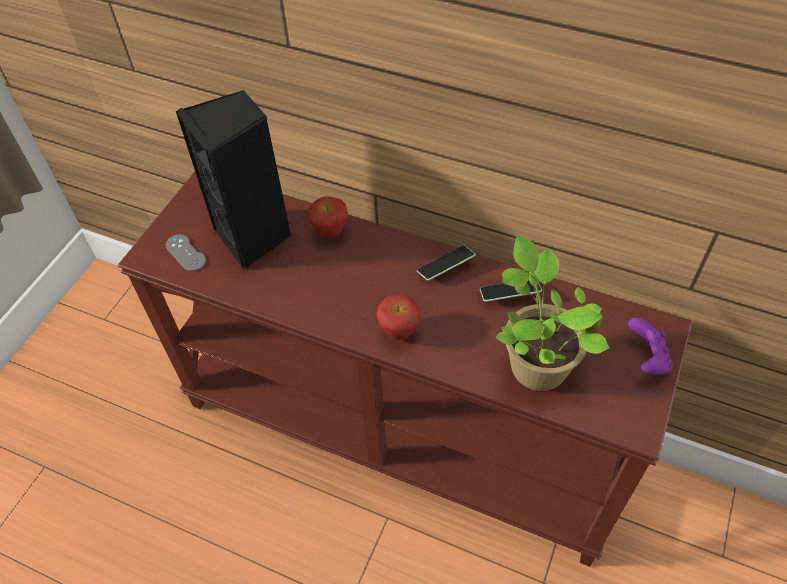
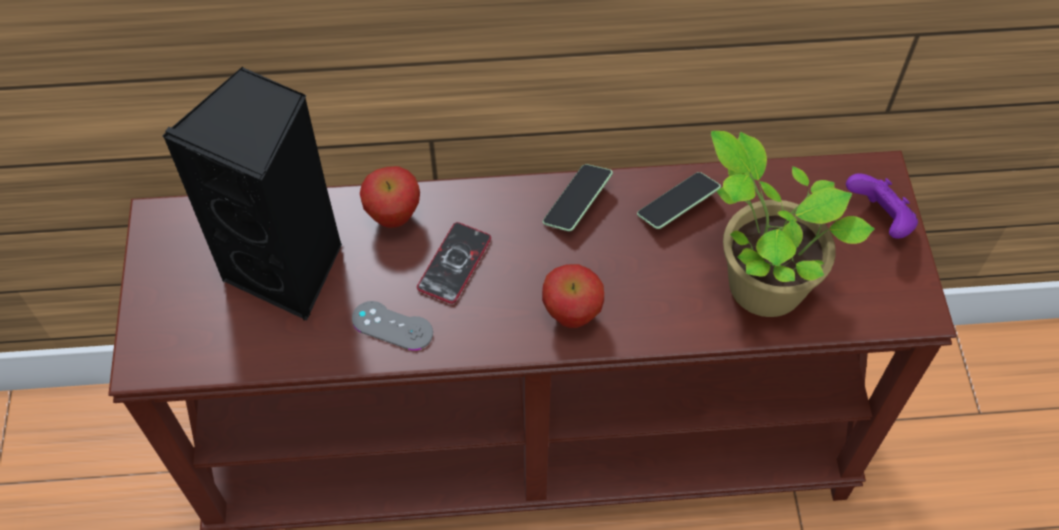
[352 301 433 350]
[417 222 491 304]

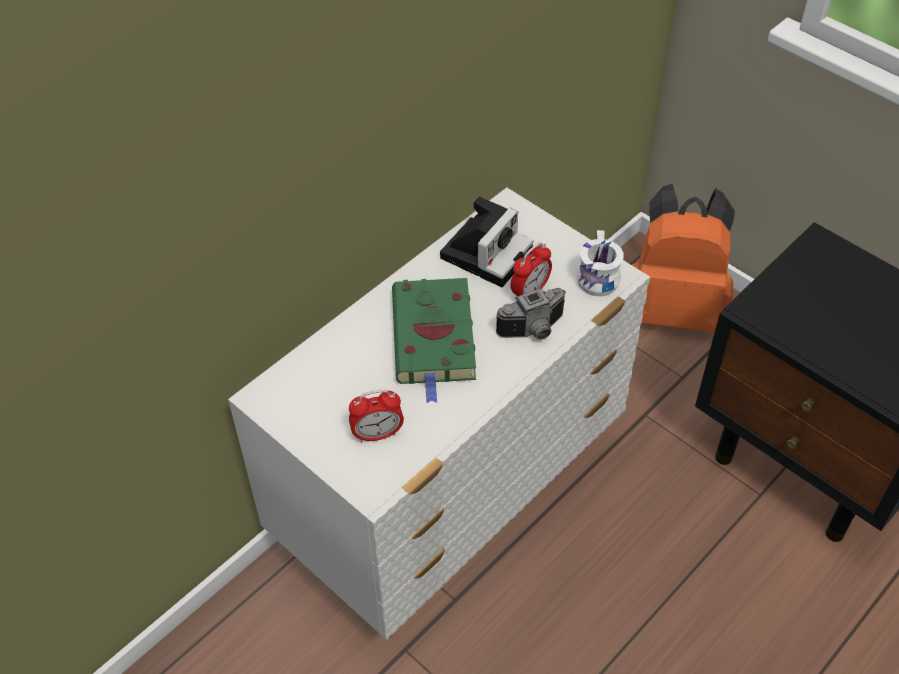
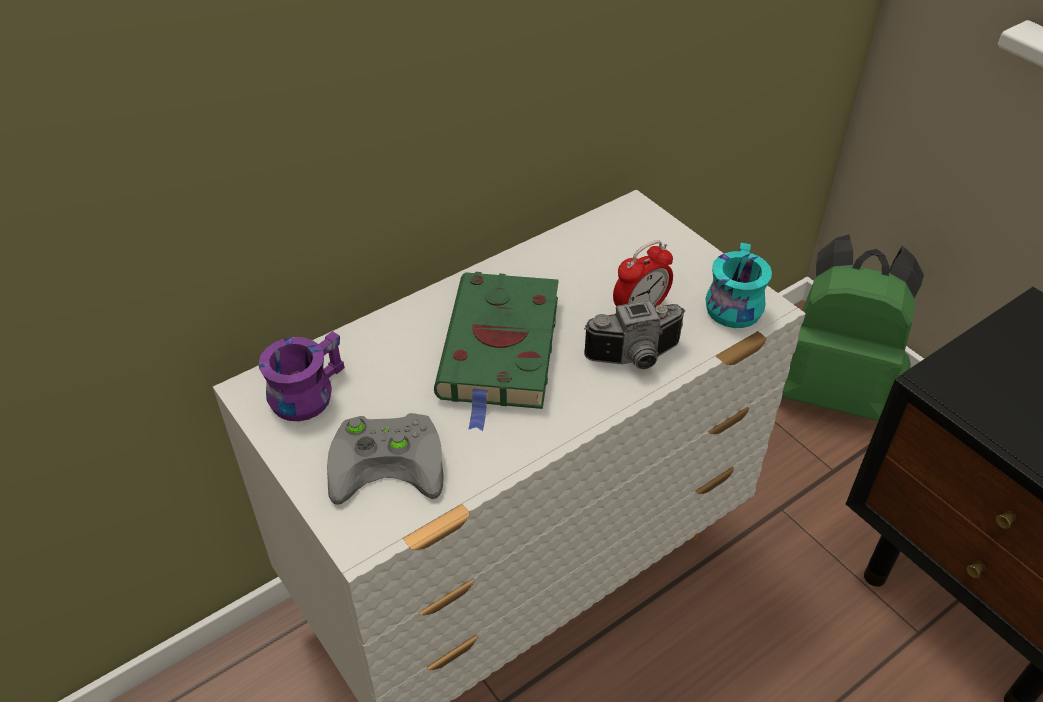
[782 234 924 421]
[440 196 533 288] (first image)
[705 243 772 328]
[327 413 444 504]
[258 331 345 421]

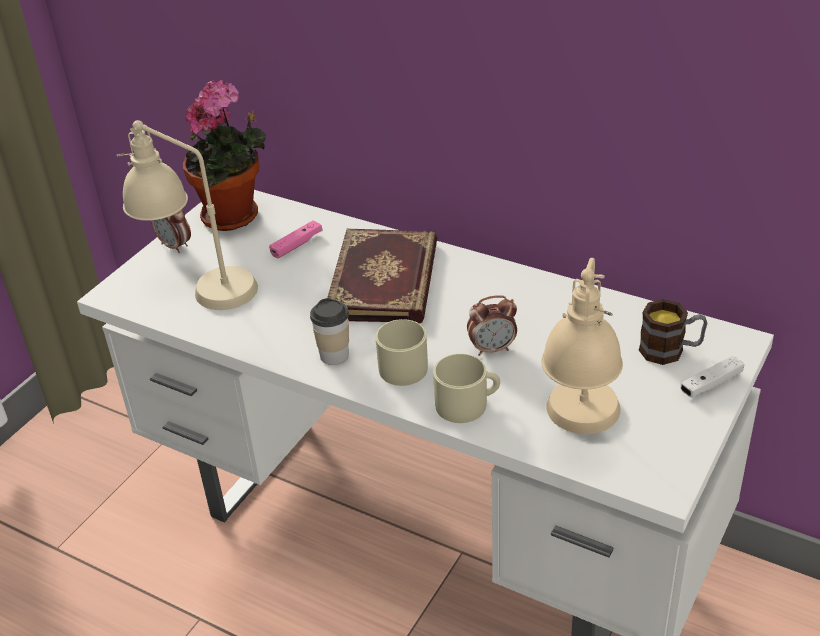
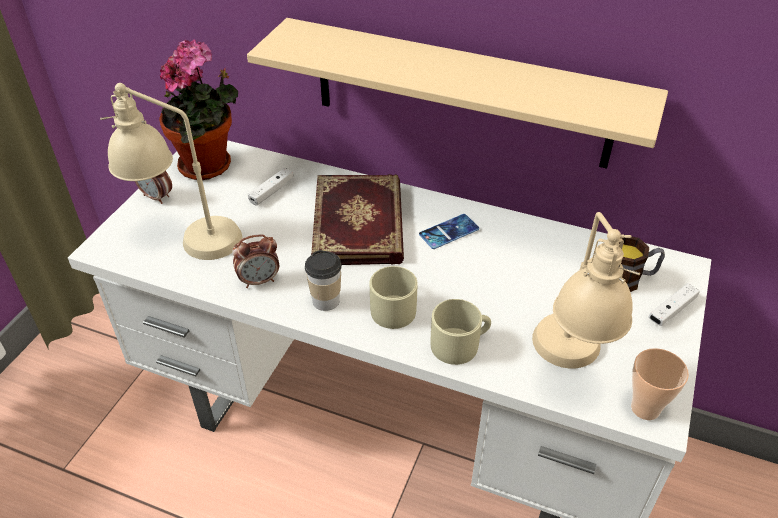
[248 168 294 206]
[232 234 279 288]
[247 18 668 169]
[419 214 479 249]
[631 348 689 420]

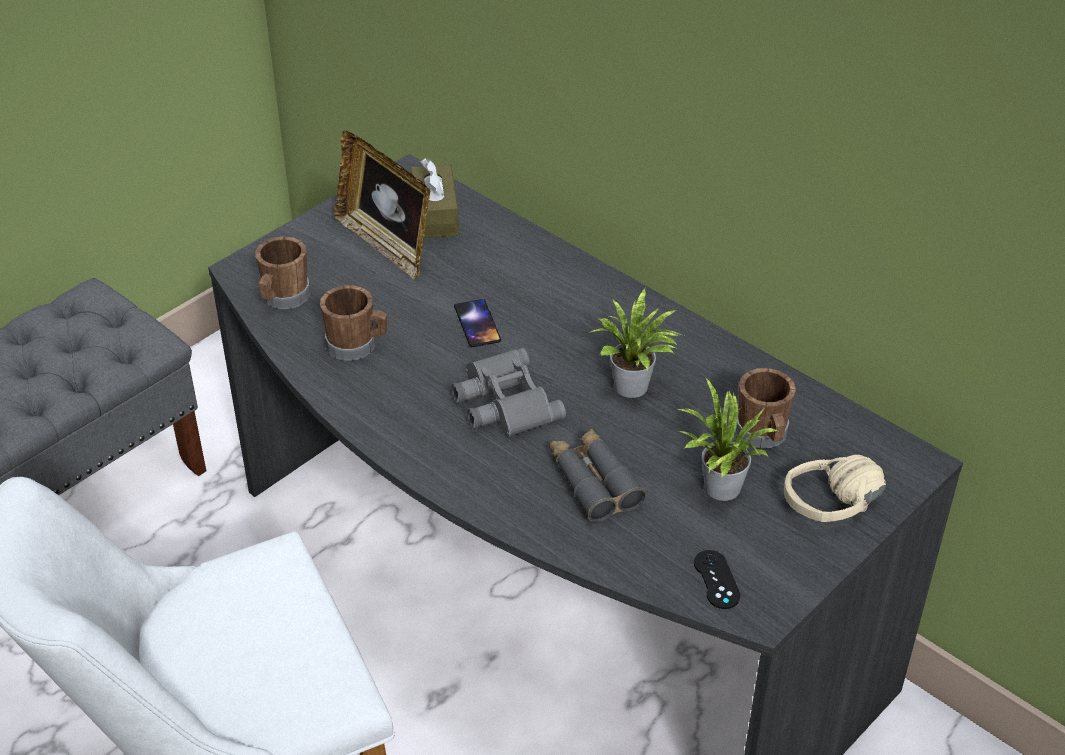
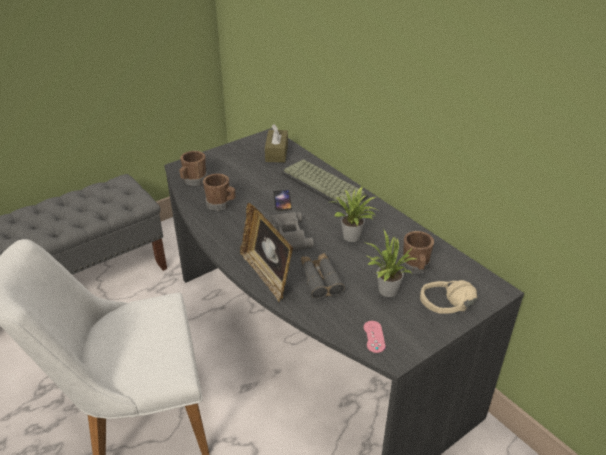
[240 203 293 302]
[364 321 386 353]
[281 159 368 211]

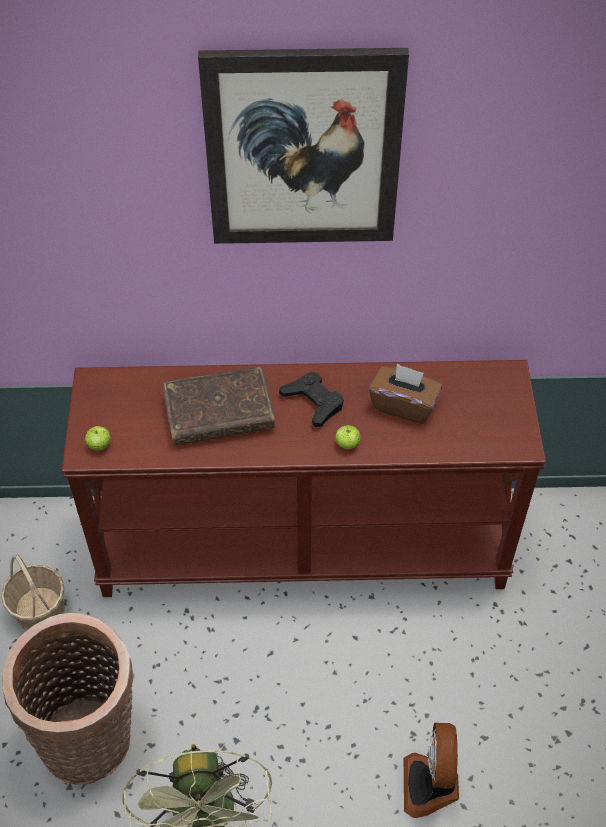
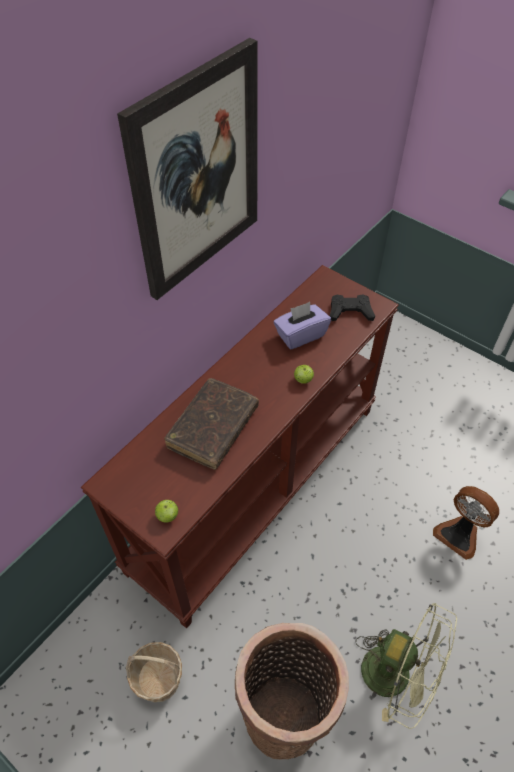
[274 302 331 349]
[330 295 375 321]

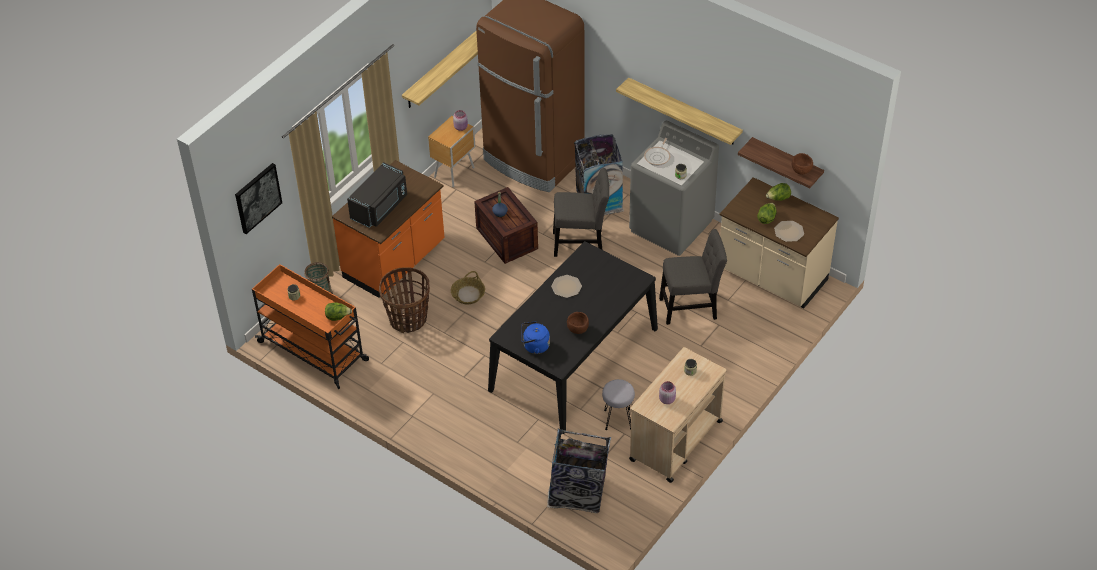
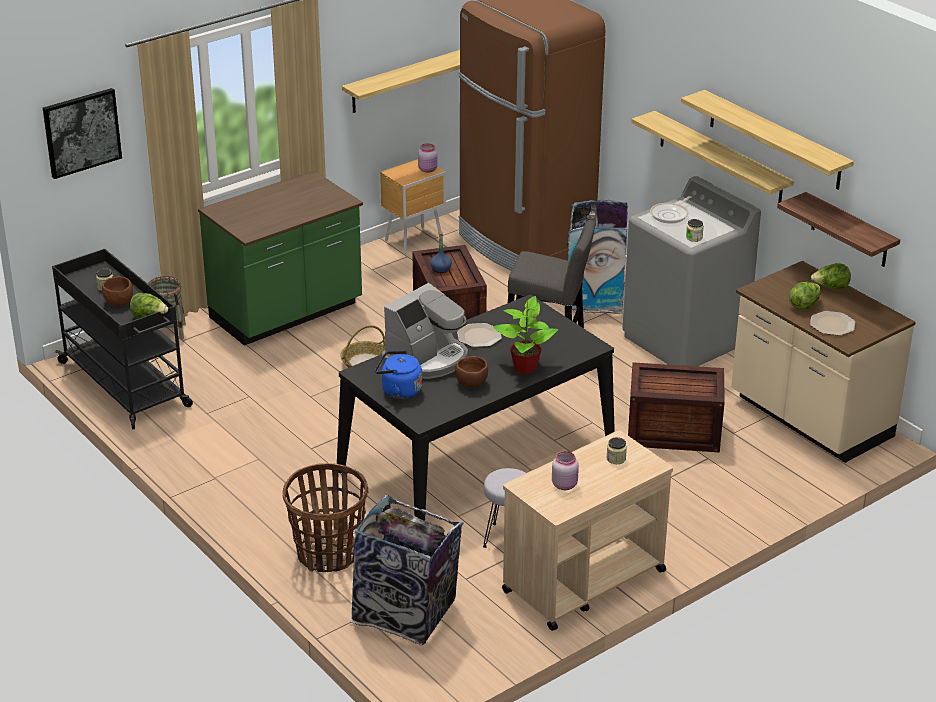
[102 276 133 306]
[198 171 363 346]
[347 162 407 228] (first image)
[628 362 725 452]
[52 249 193 429]
[282 463 368 572]
[681 90 854 190]
[383 283 468 379]
[493 296 558 374]

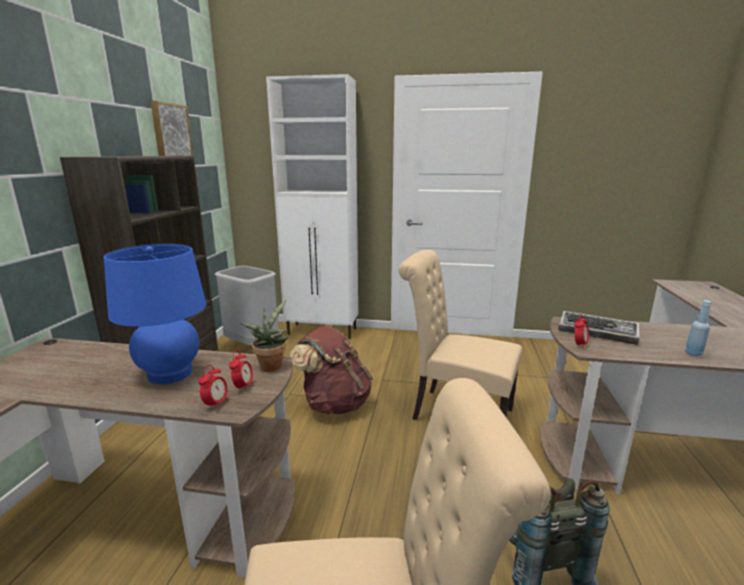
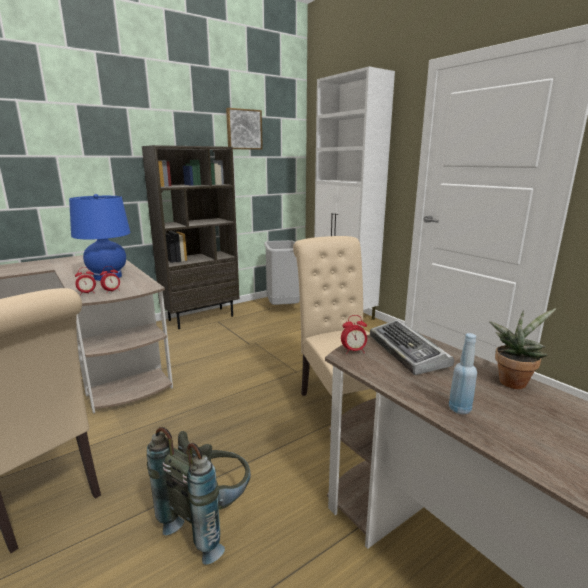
[489 308 556 389]
[290 326 373 414] (first image)

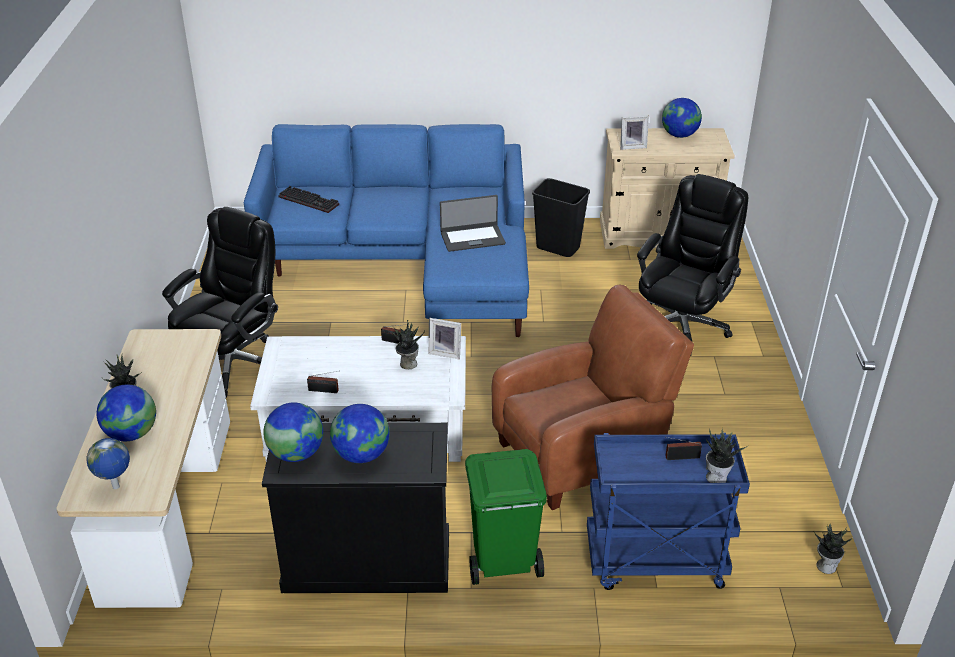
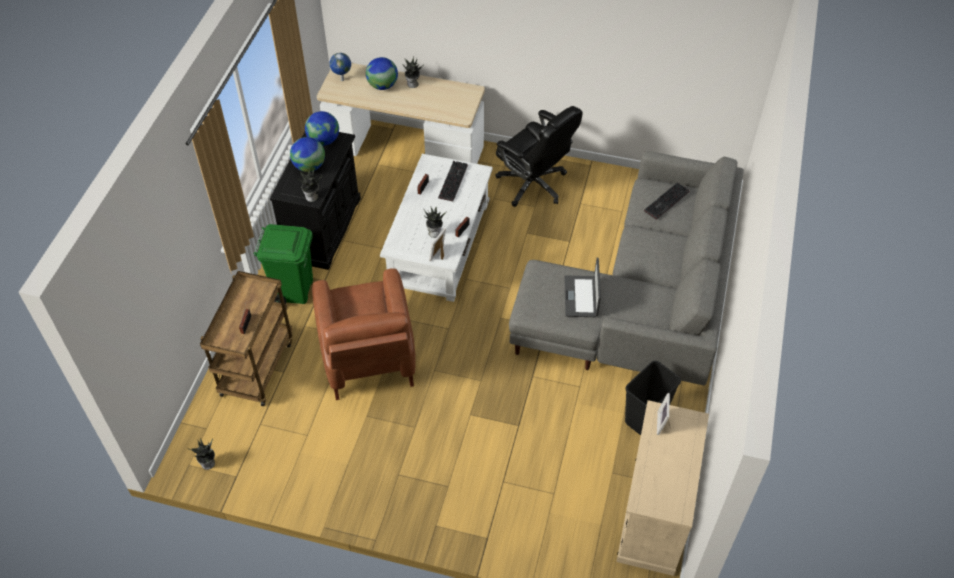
[662 98 702 138] (first image)
[509 151 744 386]
[637 174 748 357] (first image)
[298 168 322 202]
[200 271 292 406]
[438 161 468 201]

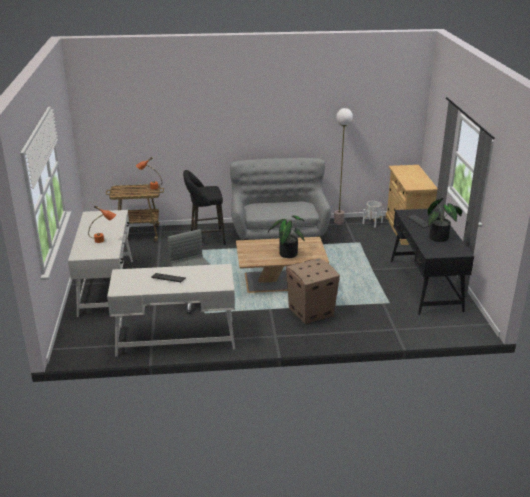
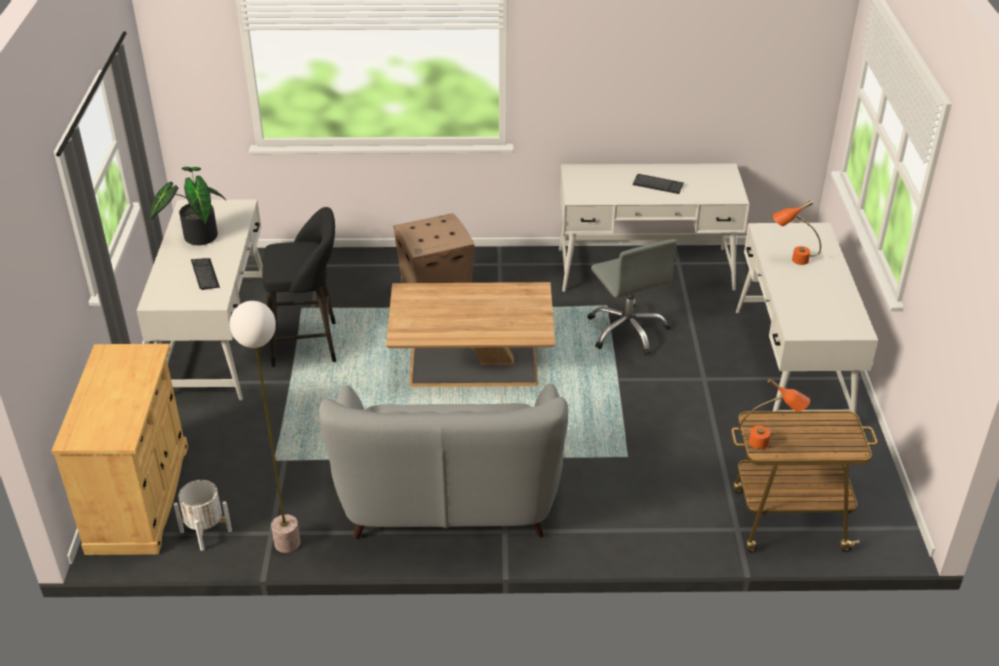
[262 207 336 367]
[136 199 263 400]
[268 216 305 258] (first image)

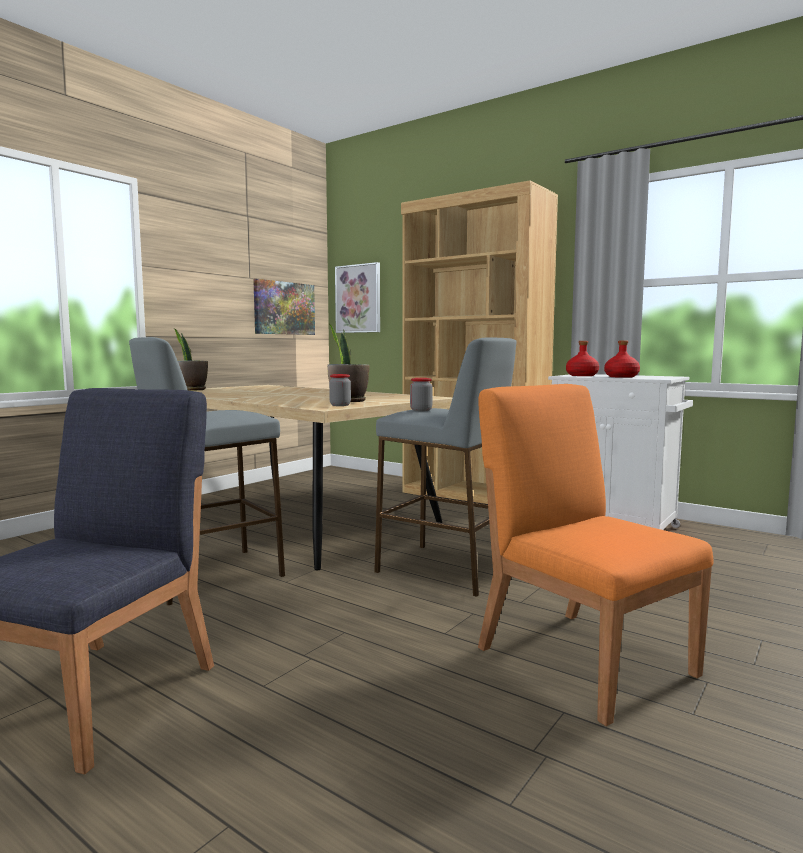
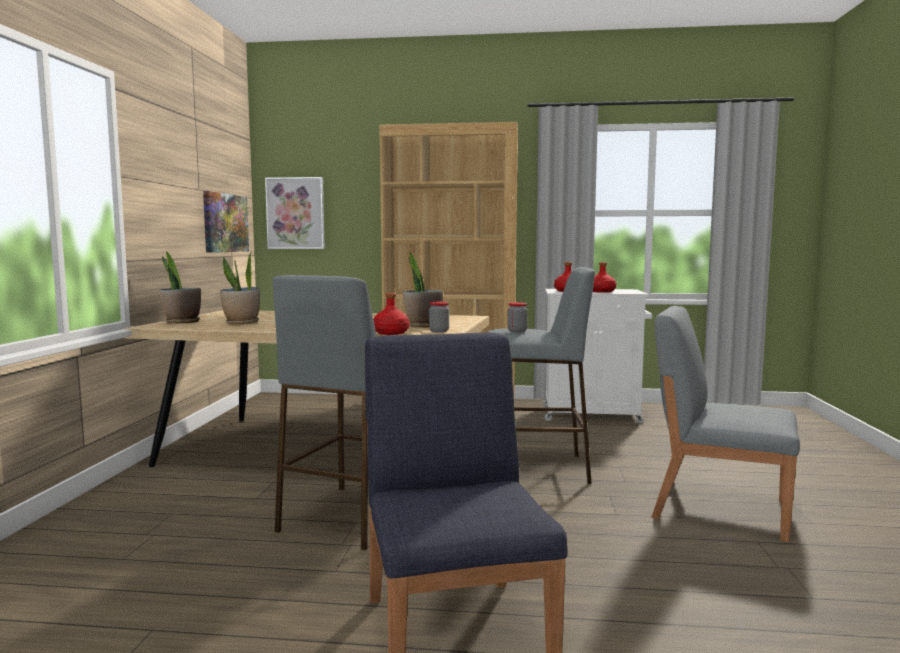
[651 306 800 543]
[220 253 260 324]
[373 293 410 335]

